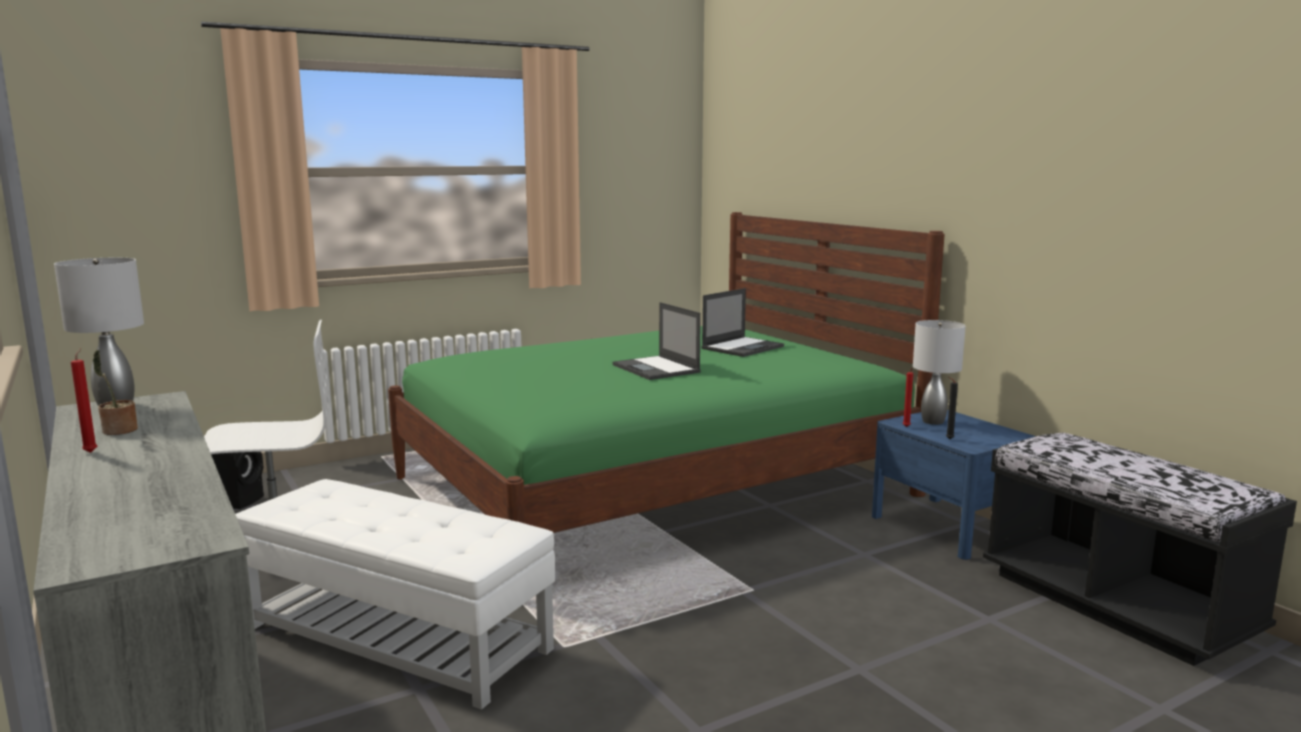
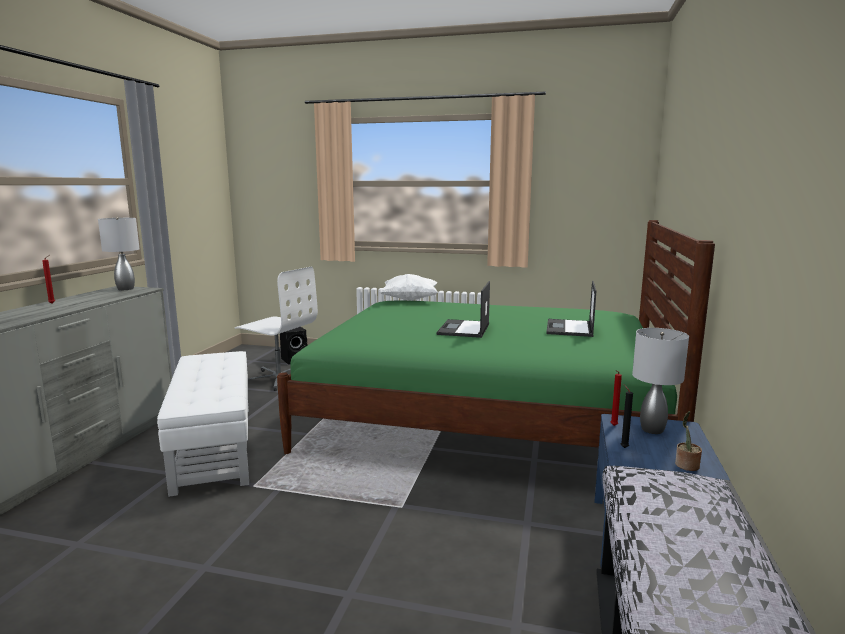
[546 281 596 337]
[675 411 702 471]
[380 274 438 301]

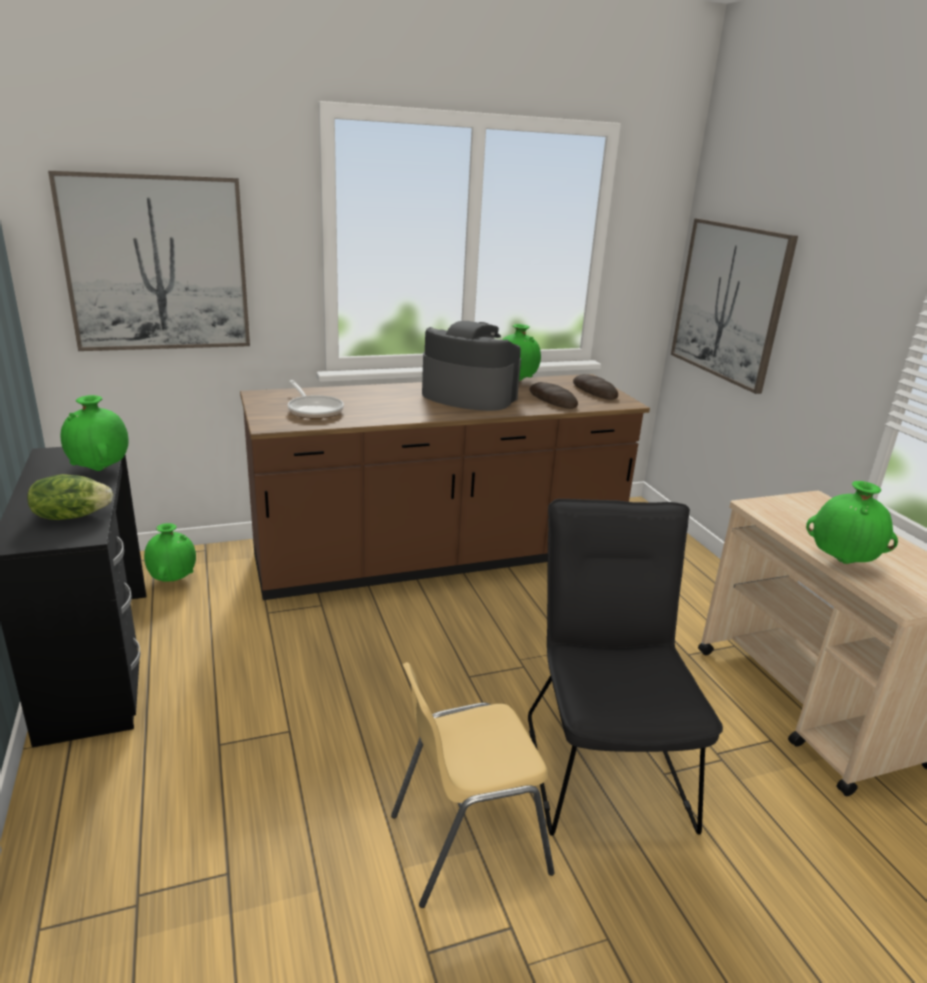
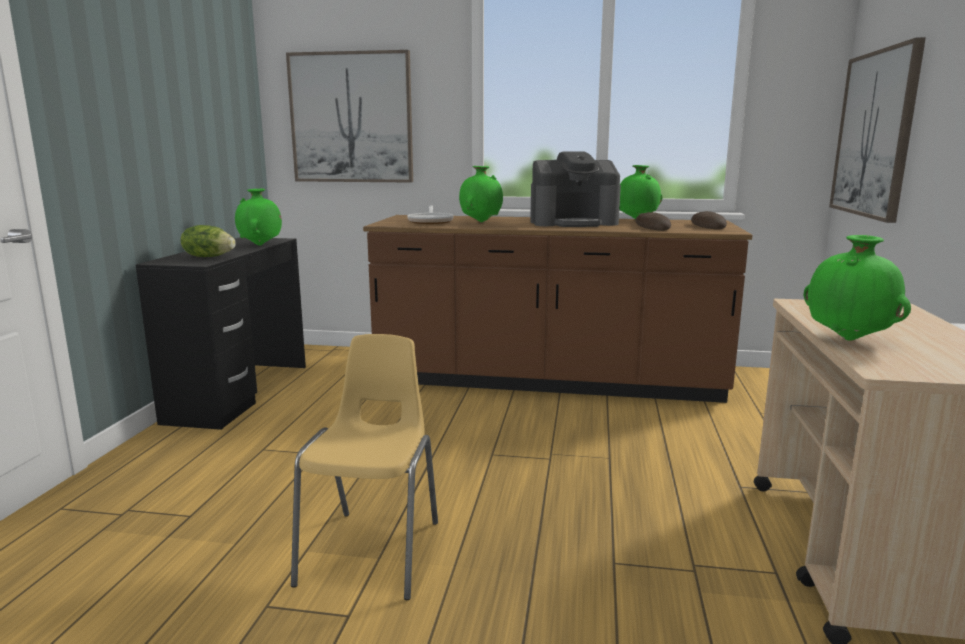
[530 151 621 227]
[528 499 723 836] (first image)
[459 166 503 222]
[291 334 438 600]

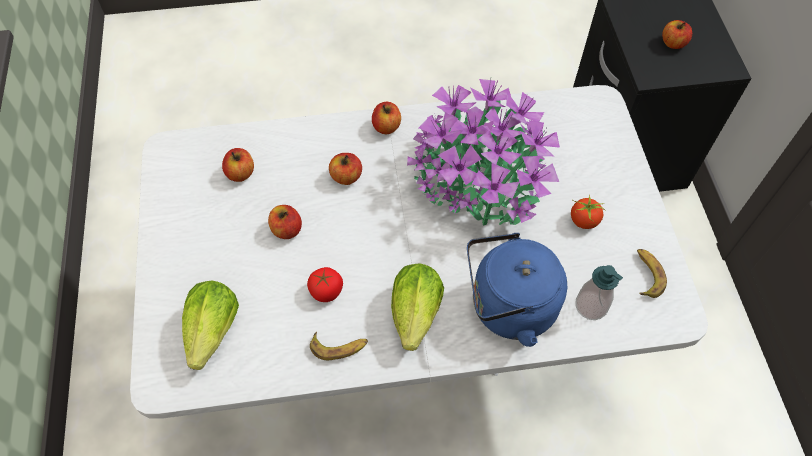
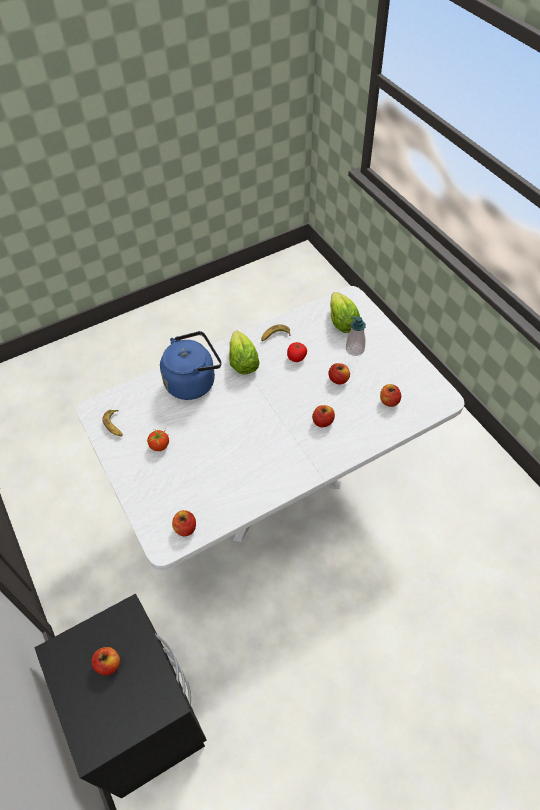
[407 79 560 226] (first image)
[172 510 196 536]
[346 316 366 356]

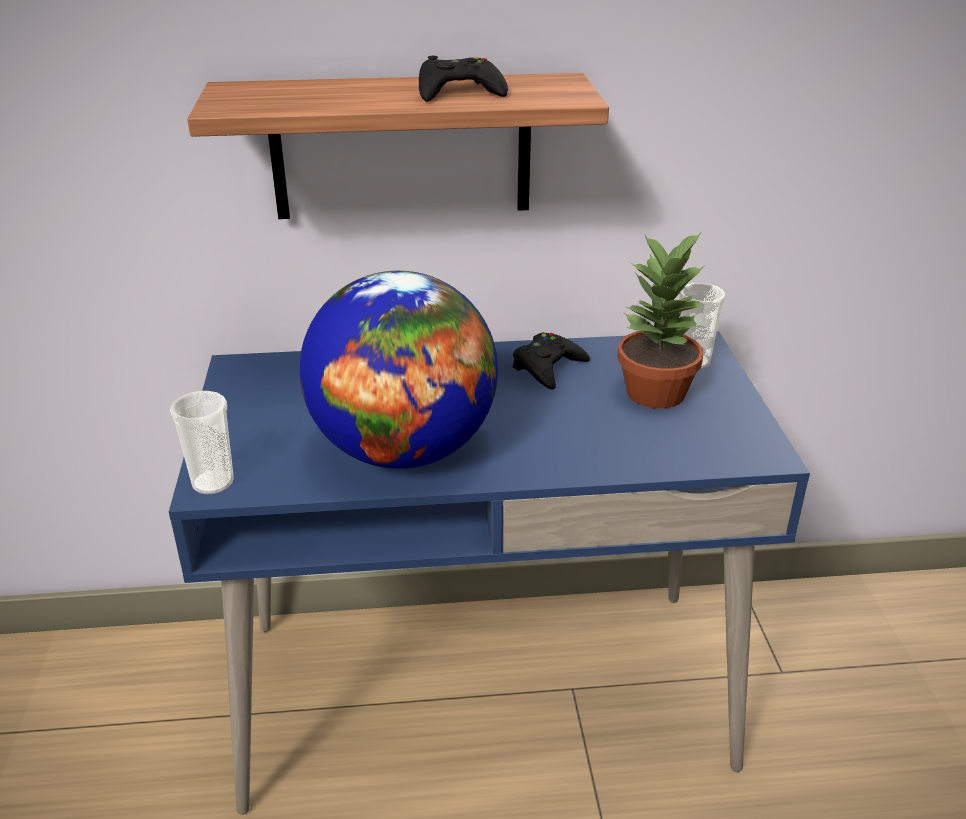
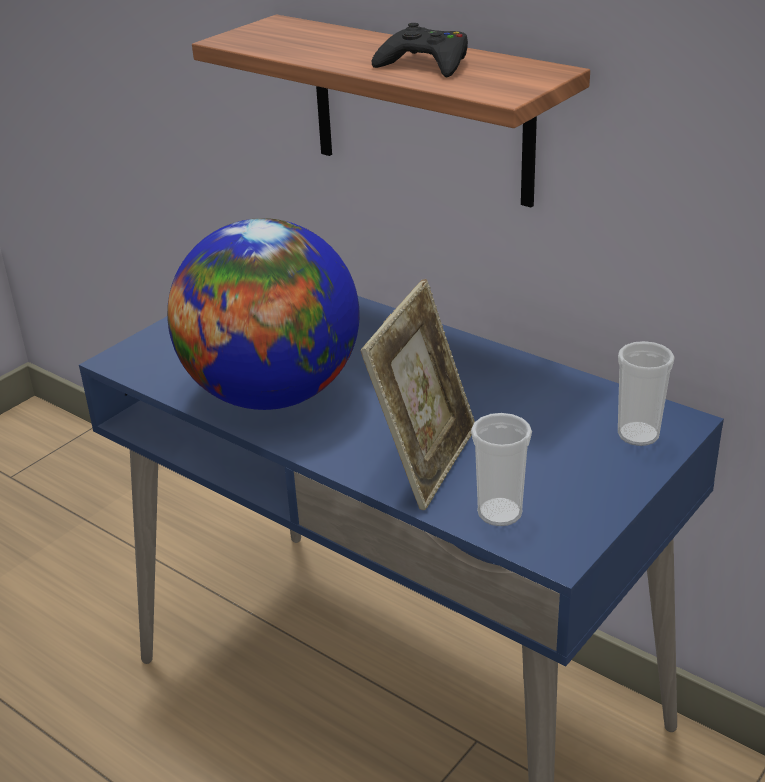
[617 233 704 409] (first image)
[513 333 590 390] (first image)
[471 413 532 526]
[360 279 475 510]

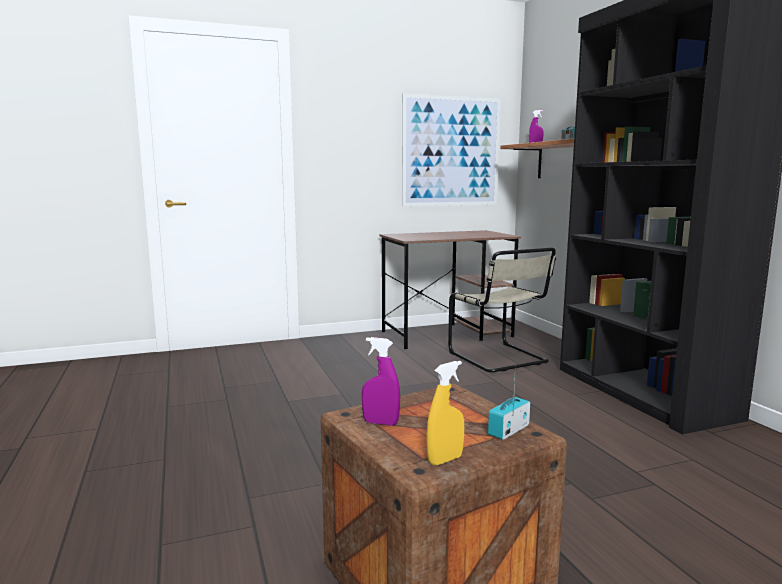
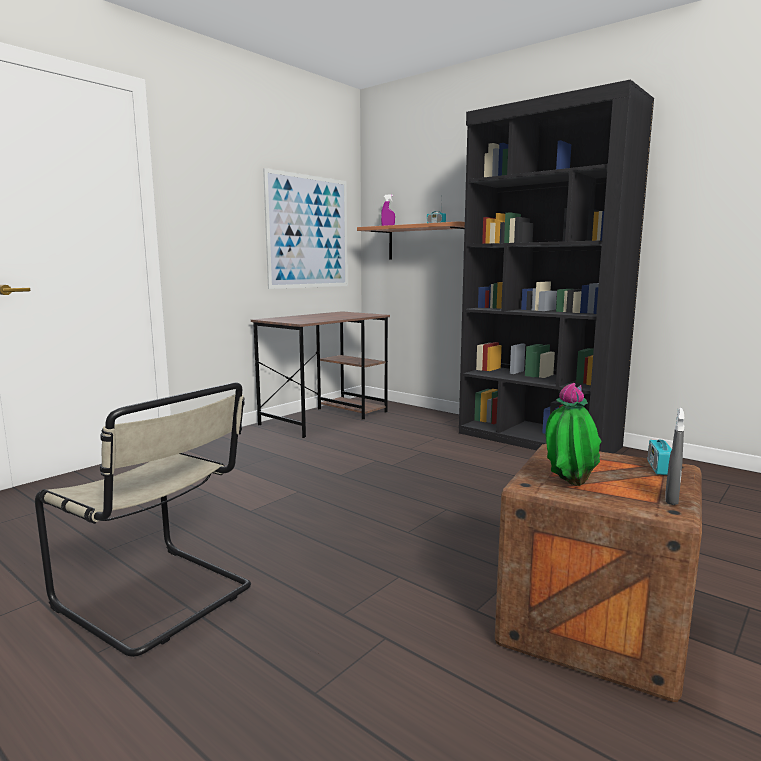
[35 382 251 657]
[546 383 602 486]
[666 408 684 505]

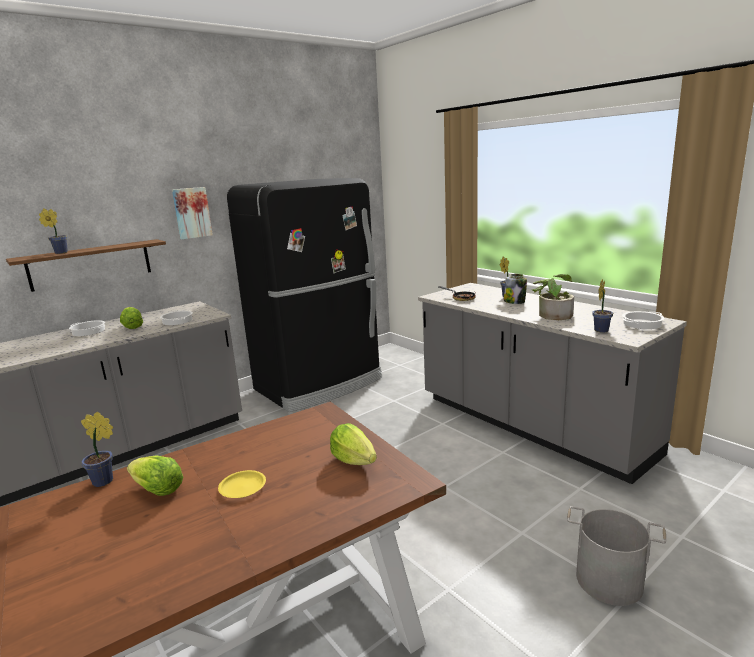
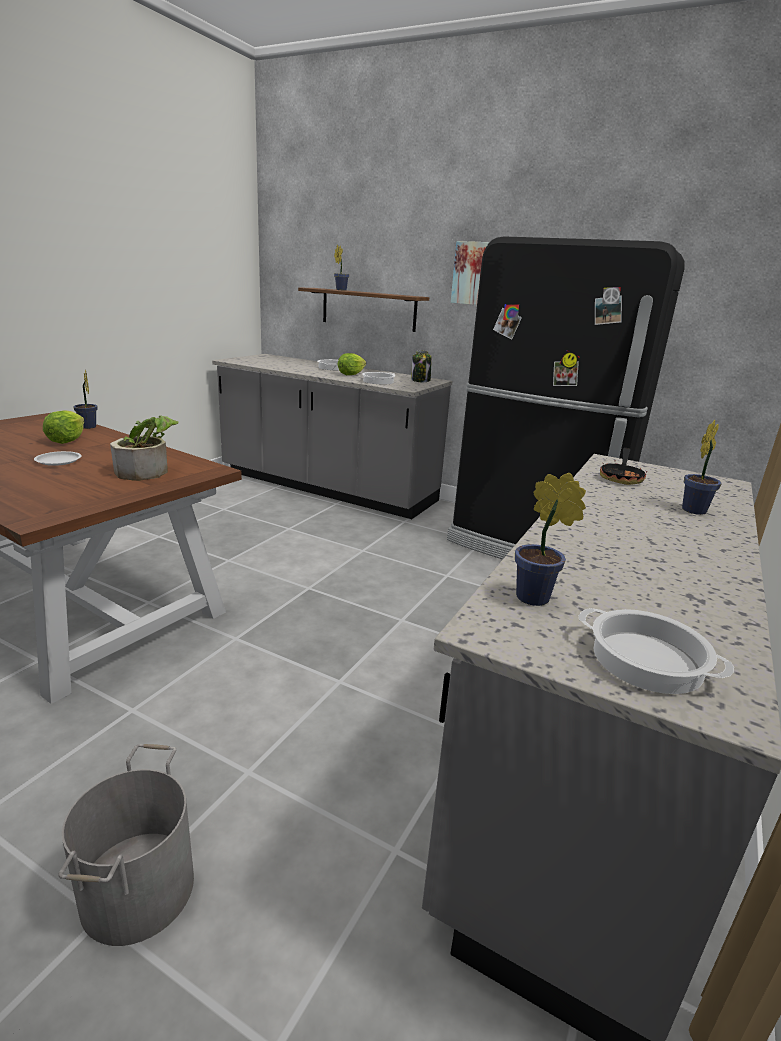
[411 350 432 382]
[110 415 179 481]
[330 423 377 465] (first image)
[34 451 82 466]

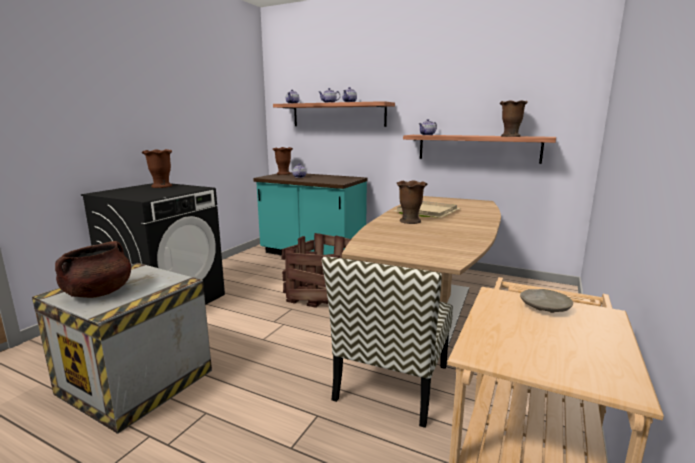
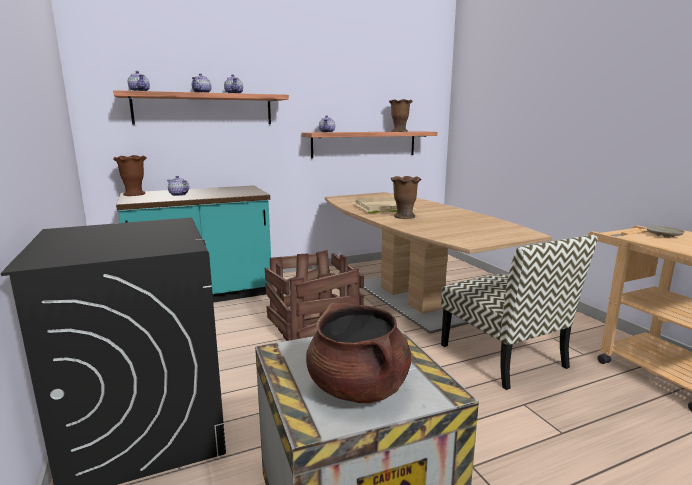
[142 149 172 188] (first image)

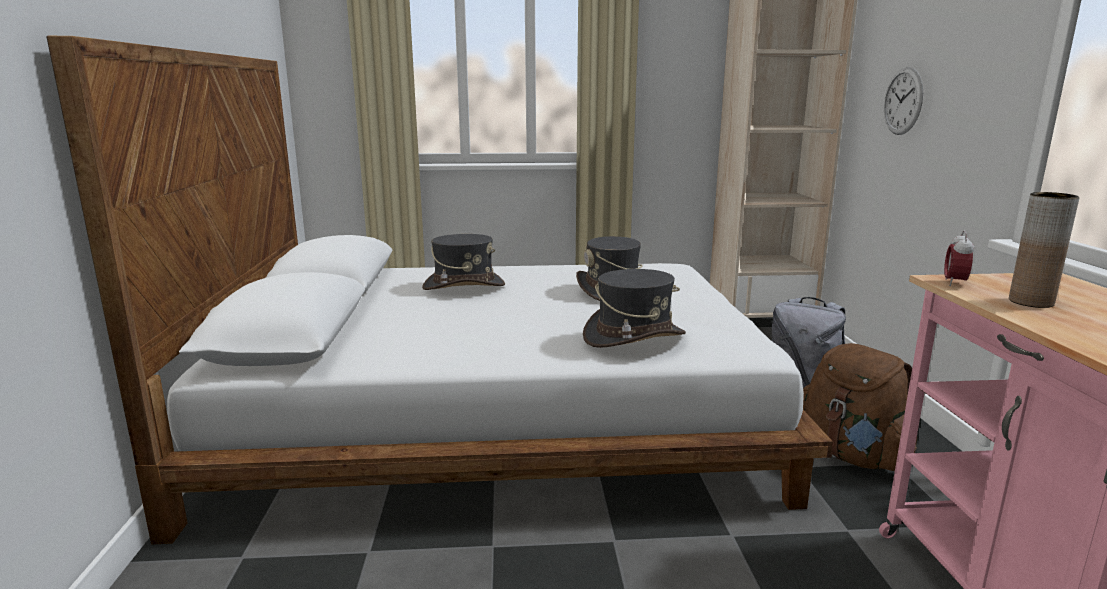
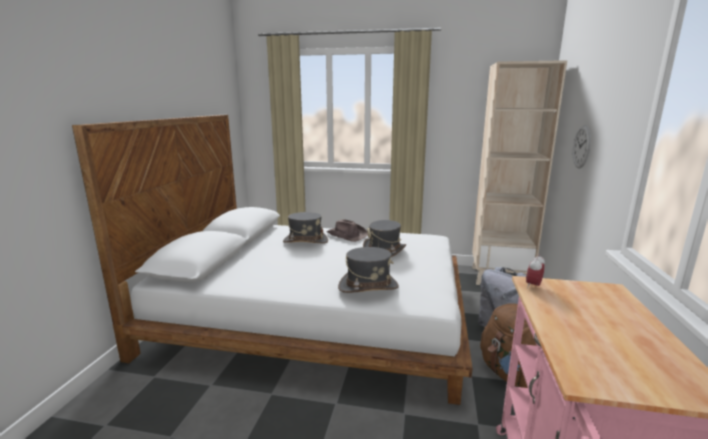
[1009 192 1079 308] (first image)
[327 219 368 242]

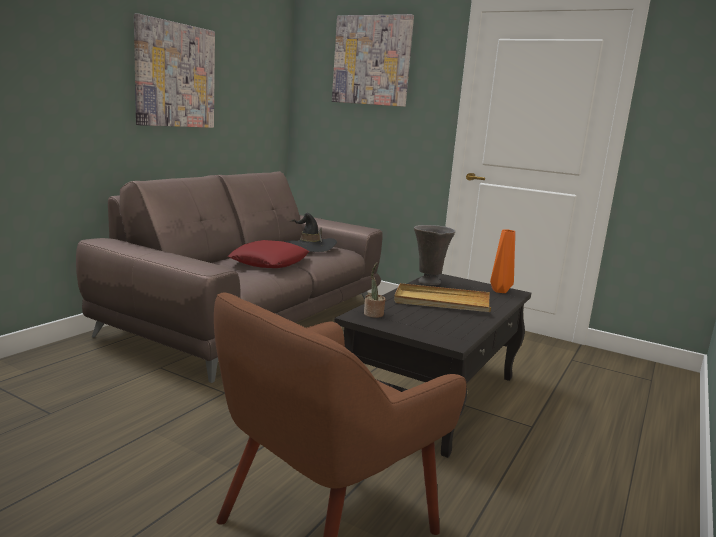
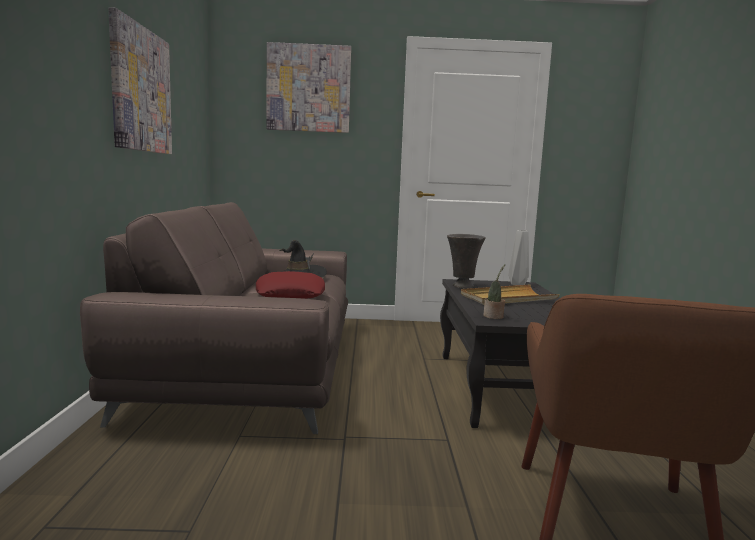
[508 230 529 285]

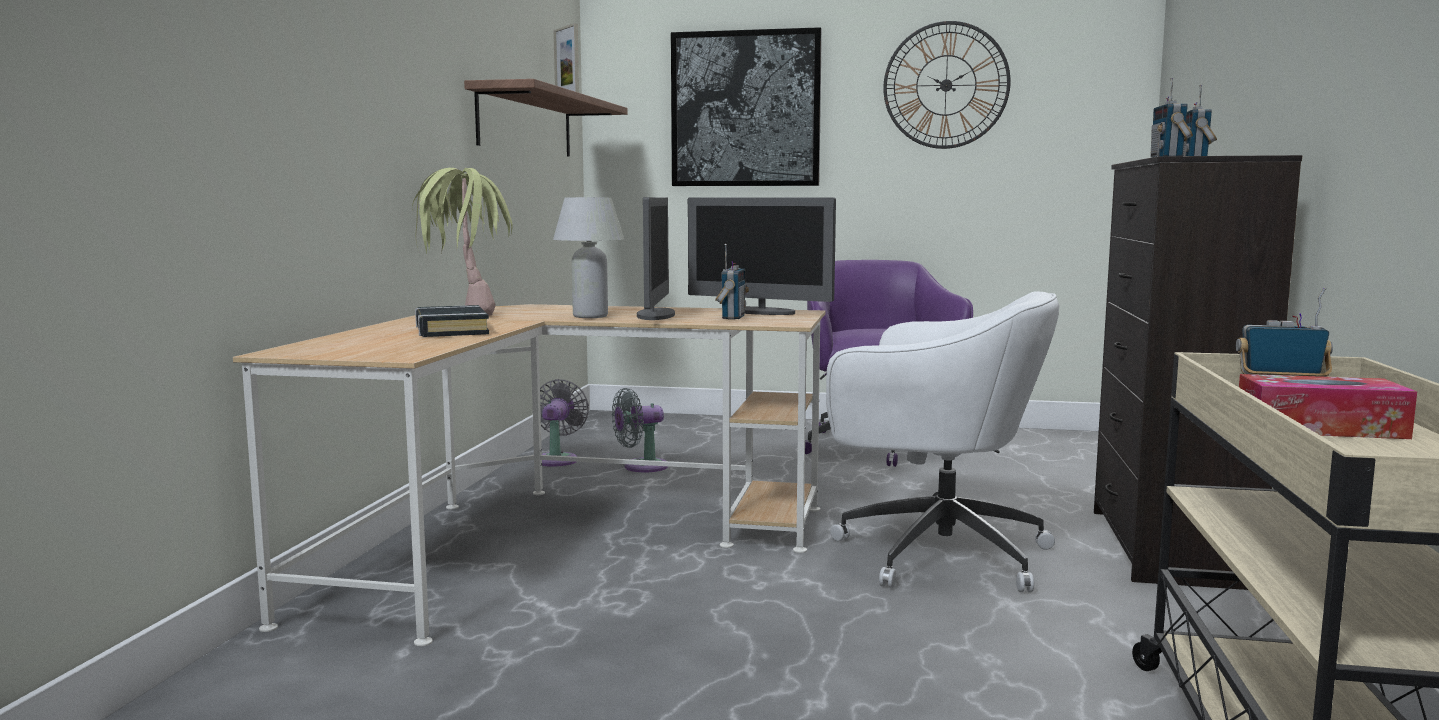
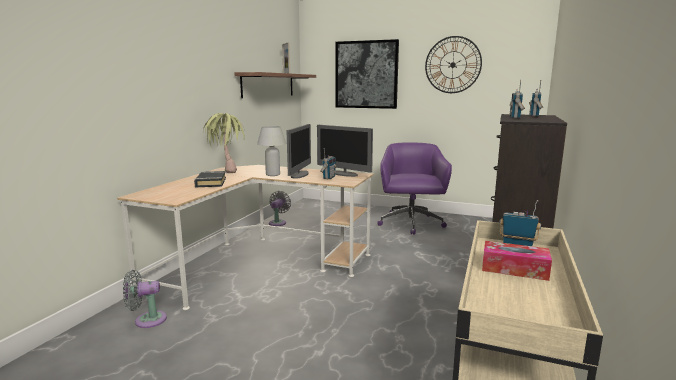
[826 291 1059 593] (first image)
[123 270 167 328]

